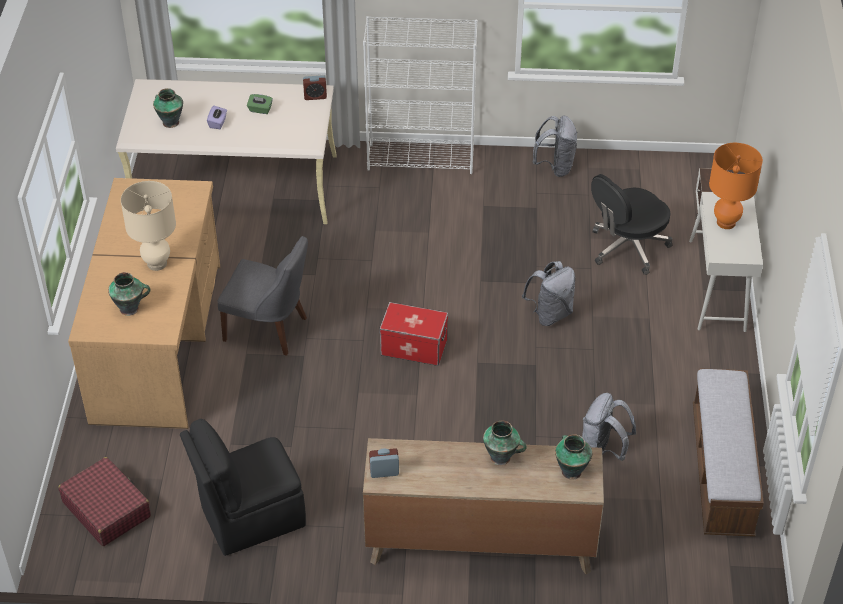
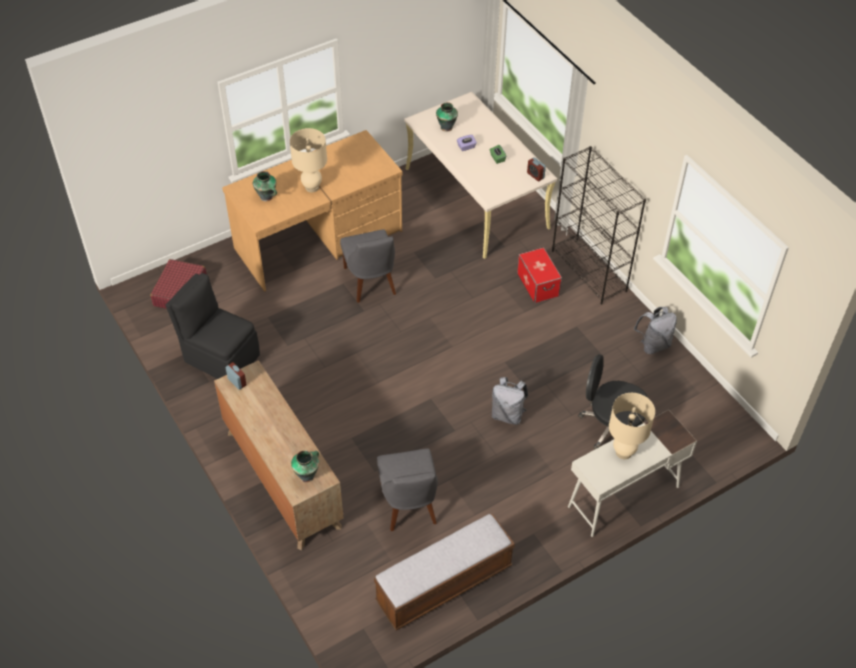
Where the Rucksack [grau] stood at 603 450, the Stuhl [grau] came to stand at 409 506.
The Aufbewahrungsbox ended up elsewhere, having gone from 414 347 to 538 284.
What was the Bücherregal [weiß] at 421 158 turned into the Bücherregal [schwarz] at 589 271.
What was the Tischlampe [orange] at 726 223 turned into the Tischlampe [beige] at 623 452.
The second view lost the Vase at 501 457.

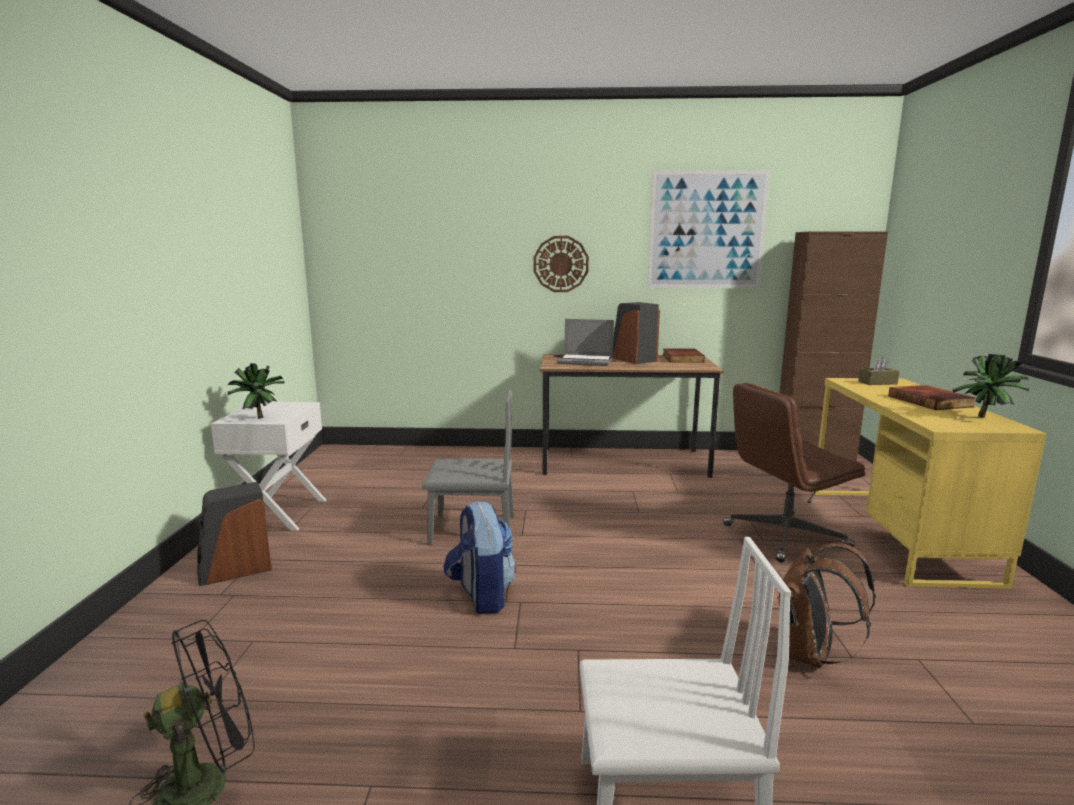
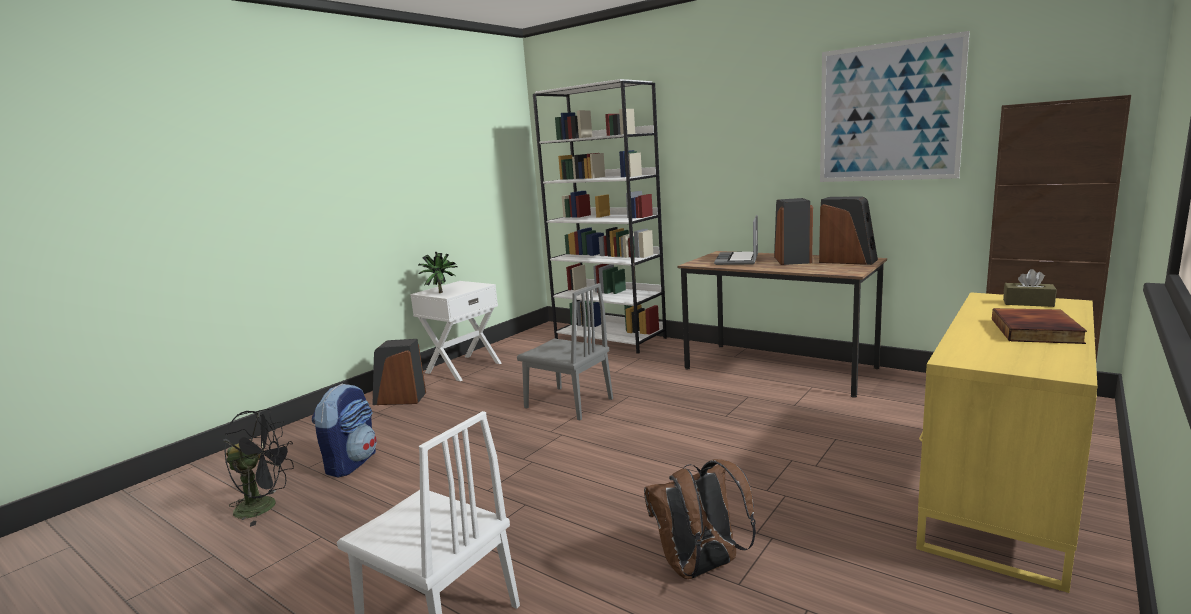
The Rucksack ended up elsewhere, having gone from 481 596 to 351 463.
The second view gained the Bücherregal [weiß] at 610 339.
The Laptop at 586 361 ended up facing another way, 60 degrees clockwise from before.
Where the Buch stood at 681 358, the Lautsprecher came to stand at 847 261.
The second view lost the Wanduhr at 561 264.
The second view lost the Bürostuhl [braun] at 784 537.
The second view lost the Topfpflanze at 987 417.

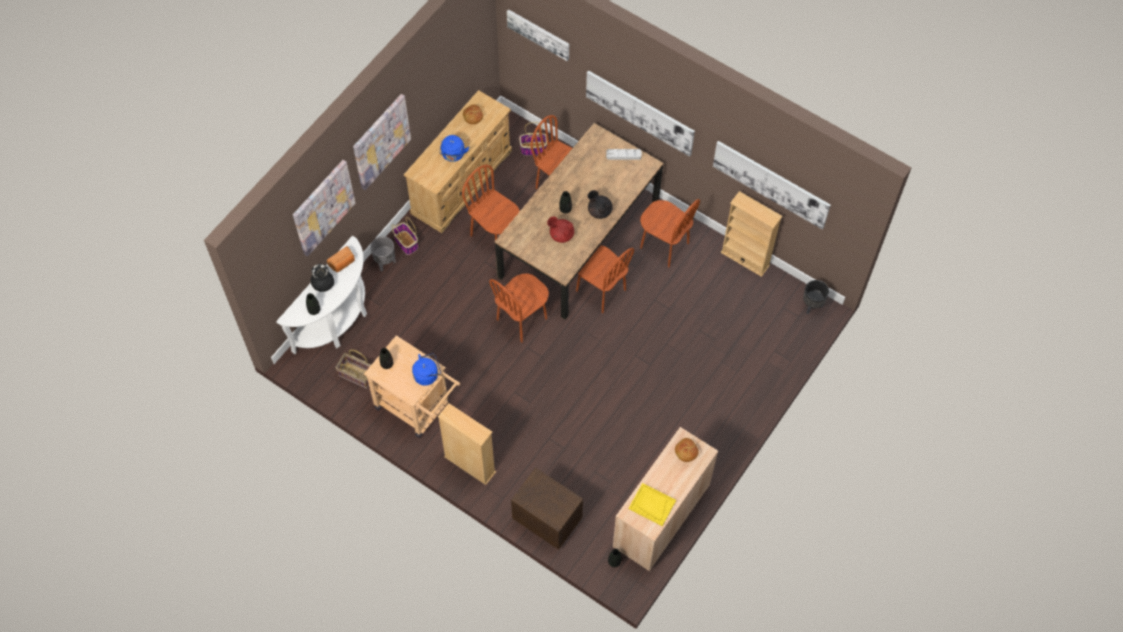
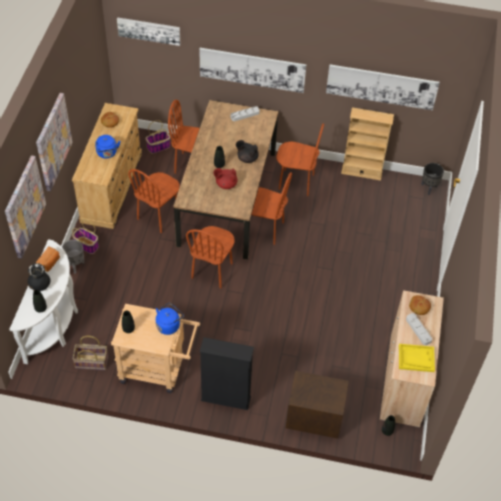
The Stuhl [braun] at 495 235 ended up facing another way, 75 degrees counterclockwise from before.
What was the Bücherregal [beige] at 470 464 turned into the Bücherregal [schwarz] at 226 399.
The second view gained the Tablett [grau] at 418 330.

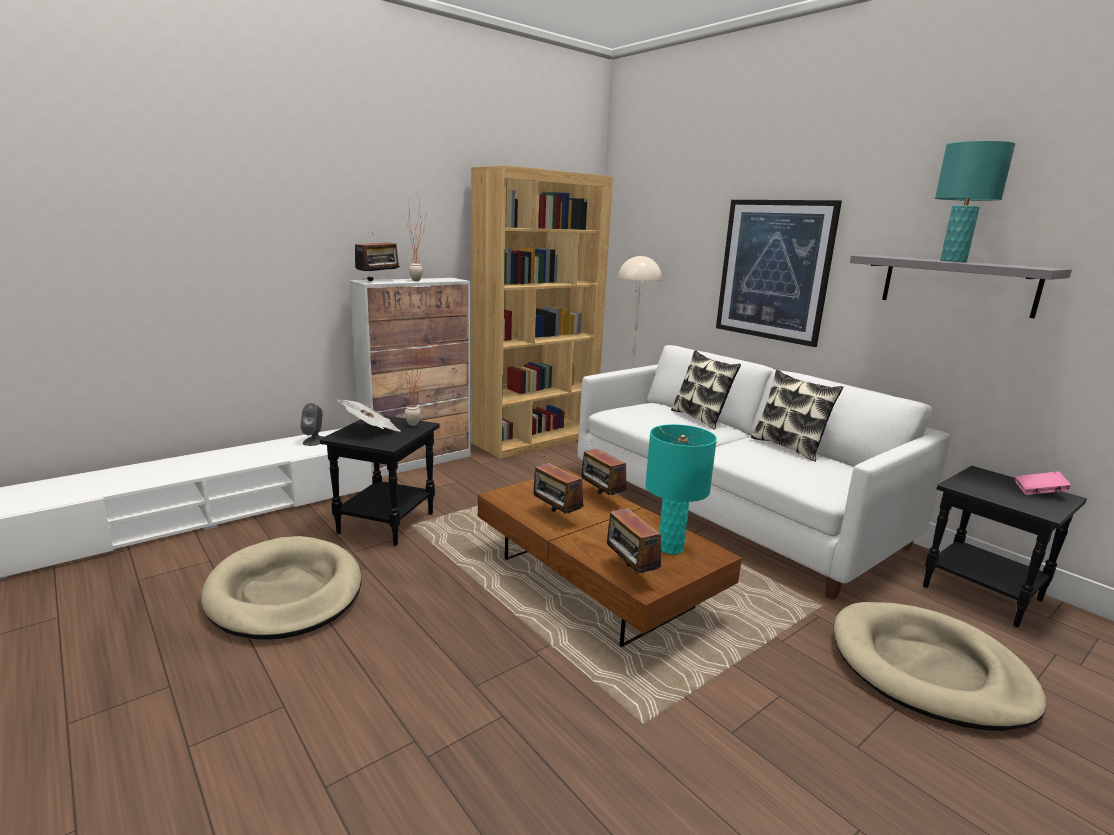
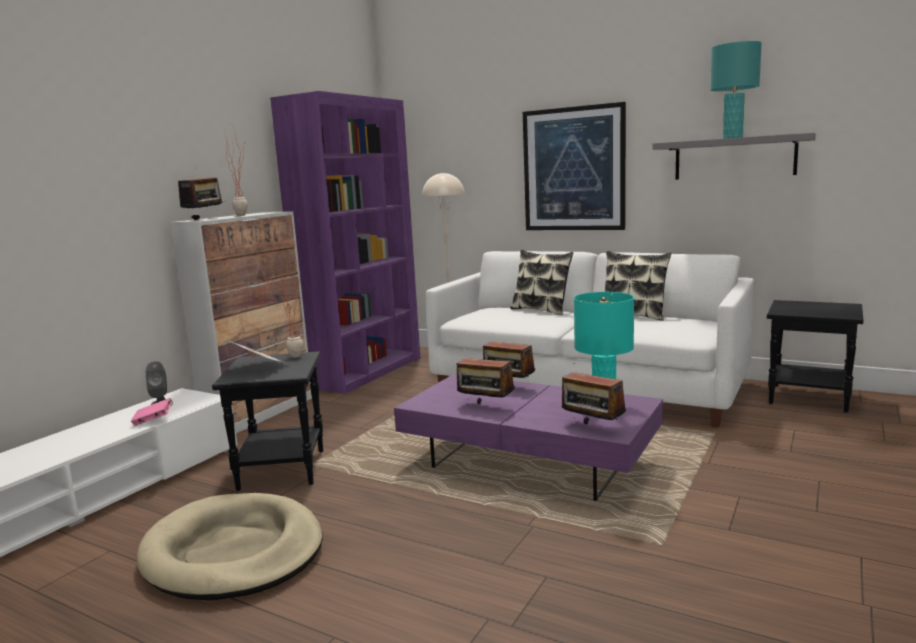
The Buch [rosa] ended up elsewhere, having gone from 1039 492 to 153 421.
What was the Bücherregal [braun] at 535 439 turned into the Bücherregal [lila] at 364 372.
What was the Couchtisch [braun] at 595 583 turned into the Couchtisch [lila] at 529 464.
The second view lost the Hundebett [beige] at 928 670.

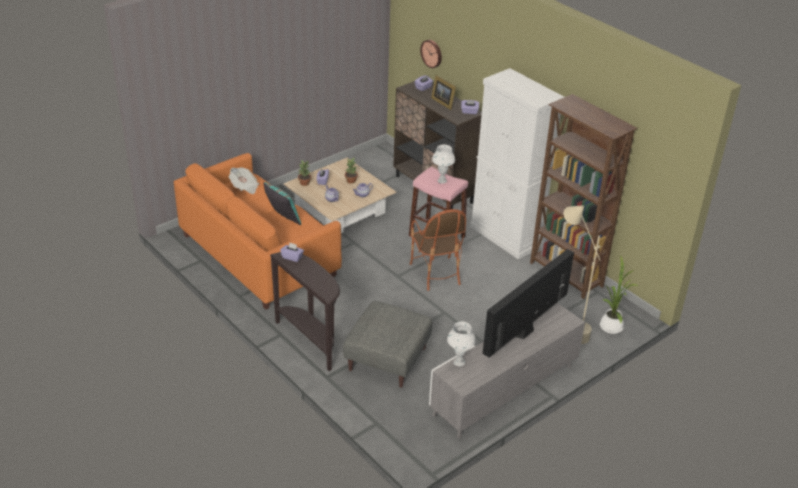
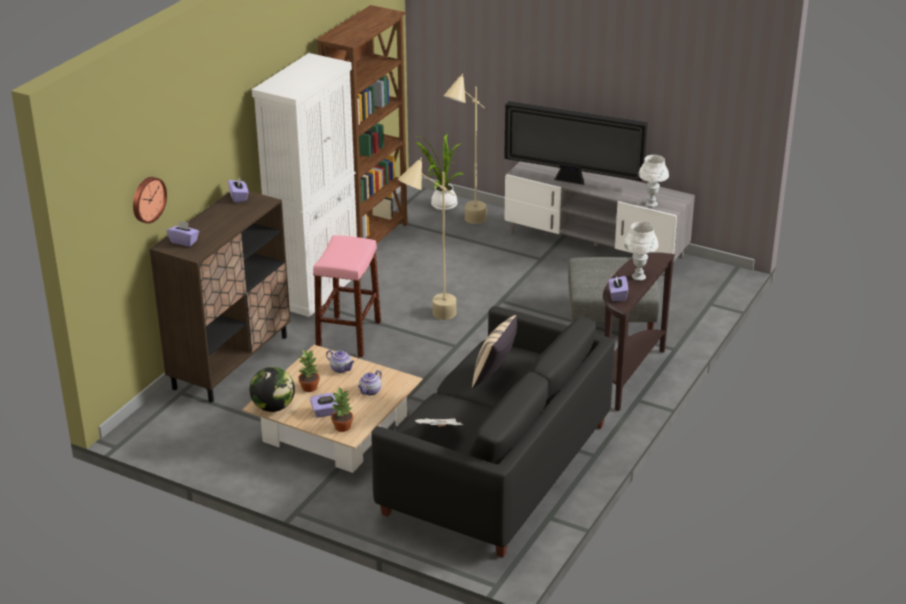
The second view gained the Globus at 273 407.
What was the Sofa [orange] at 258 255 turned into the Sofa [schwarz] at 496 469.
Where the Sessel stood at 435 273, the Stehlampe [beige] came to stand at 430 321.
What was the Kissen [türkis] at 282 219 turned into the Kissen [beige] at 495 375.
The Tischlampe [weiß] ended up elsewhere, having gone from 442 181 to 638 277.
The second view lost the Bilderrahmen at 443 102.

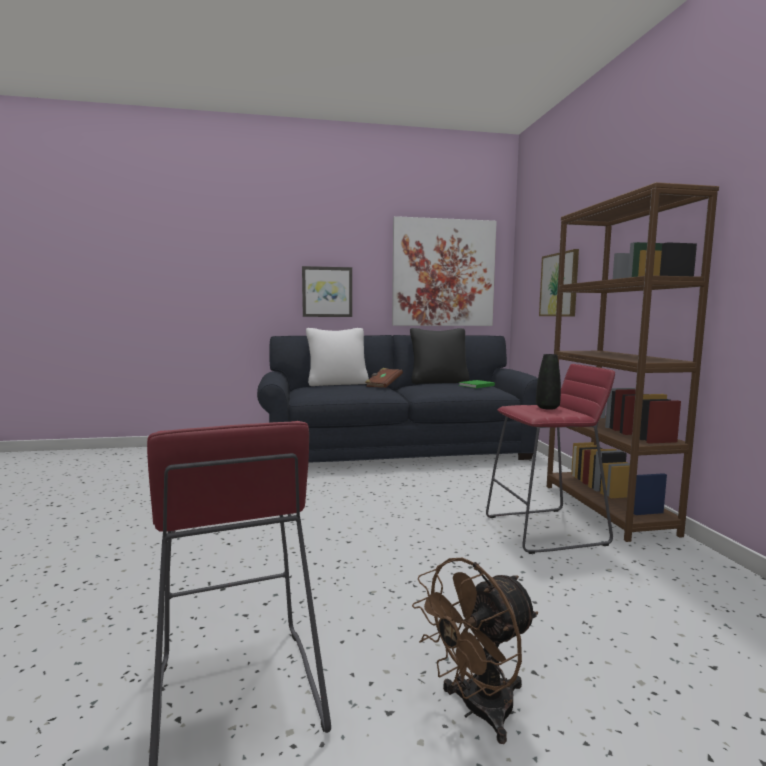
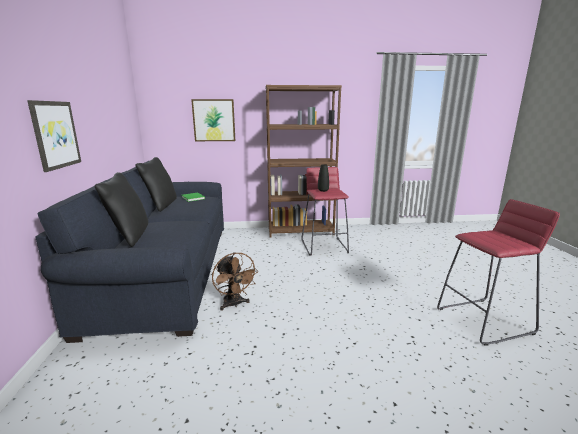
What was the Kissen [weiß] at 337 384 turned into the Kissen [schwarz] at 129 236.
The Ventilator [braun] ended up elsewhere, having gone from 477 710 to 234 304.
The second view lost the Buch [braun] at 383 385.
The second view lost the Bild at 443 273.

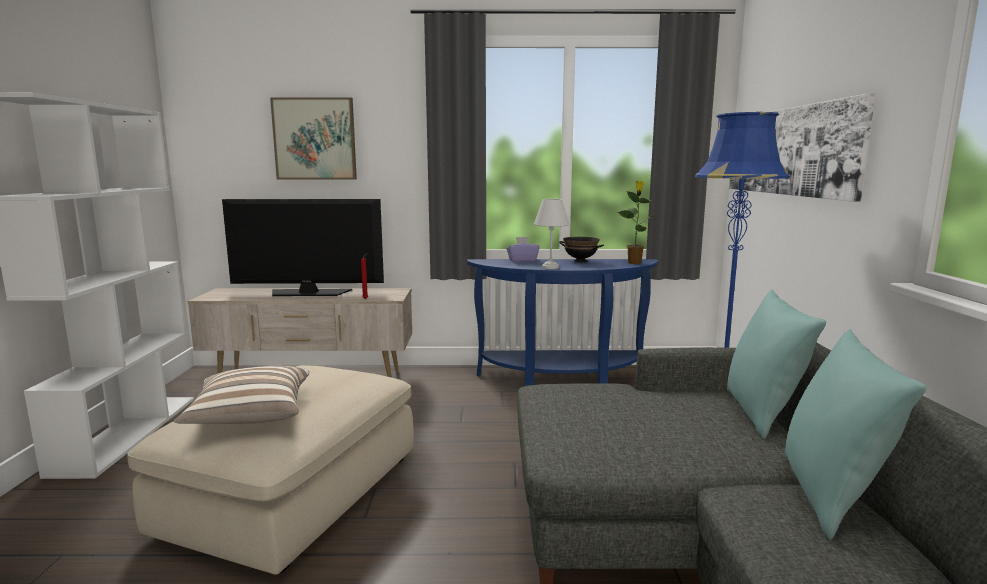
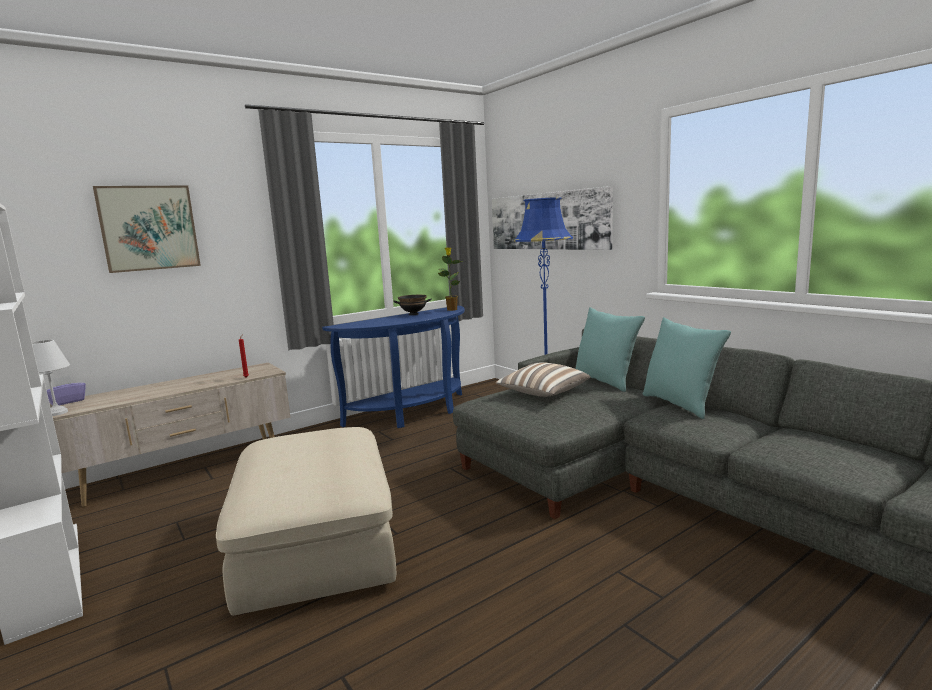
The Tischlampe [weiß] ended up elsewhere, having gone from 551 267 to 57 413.
The Taschentuchbox [lila] ended up elsewhere, having gone from 522 260 to 67 402.
The Kissen ended up elsewhere, having gone from 250 415 to 543 393.
The second view lost the Fernseher at 308 293.

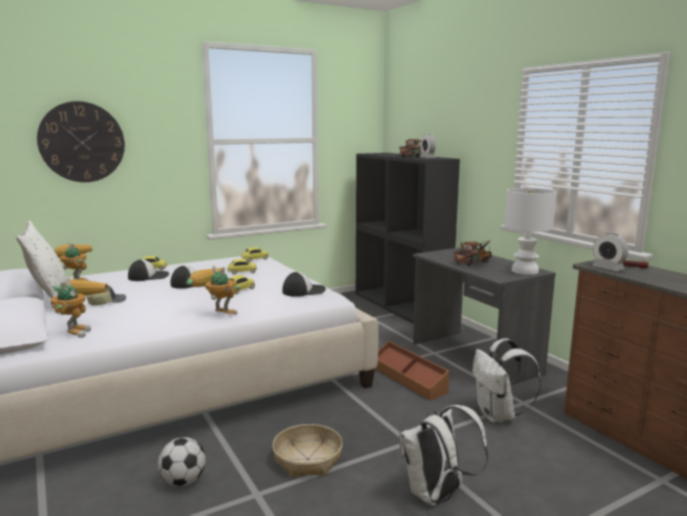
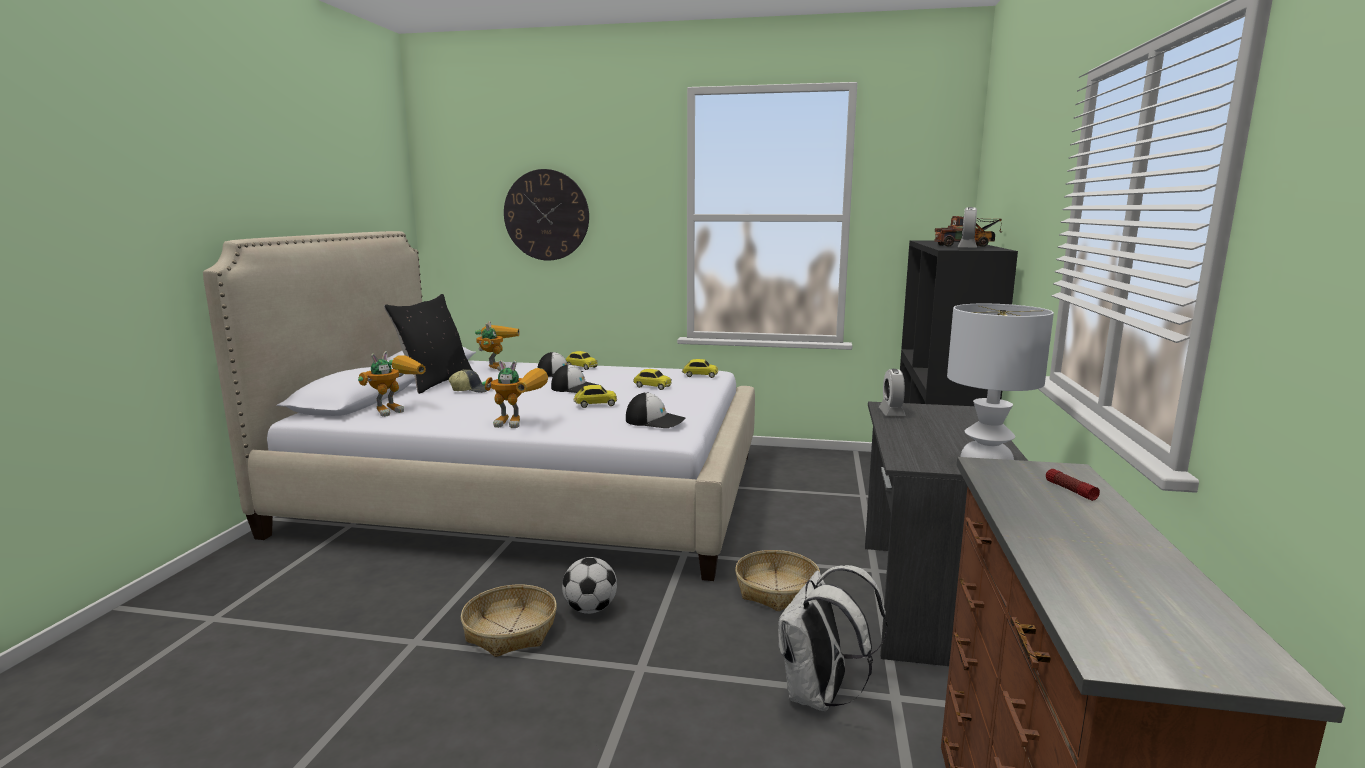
What was the Kissen [weiß] at 50 304 turned into the Kissen [schwarz] at 435 382.
The Spielzeugroboter at 216 314 ended up facing another way, 120 degrees clockwise from before.
The Fußball ended up elsewhere, having gone from 183 481 to 590 609.
Where the Aufbewahrungsbox [braun] stood at 408 379, the Korb came to stand at 777 590.
The Wecker ended up elsewhere, having gone from 608 268 to 891 412.
The second view lost the Rucksack [weiß] at 437 495.
The second view lost the Spielzeuglaster at 474 262.

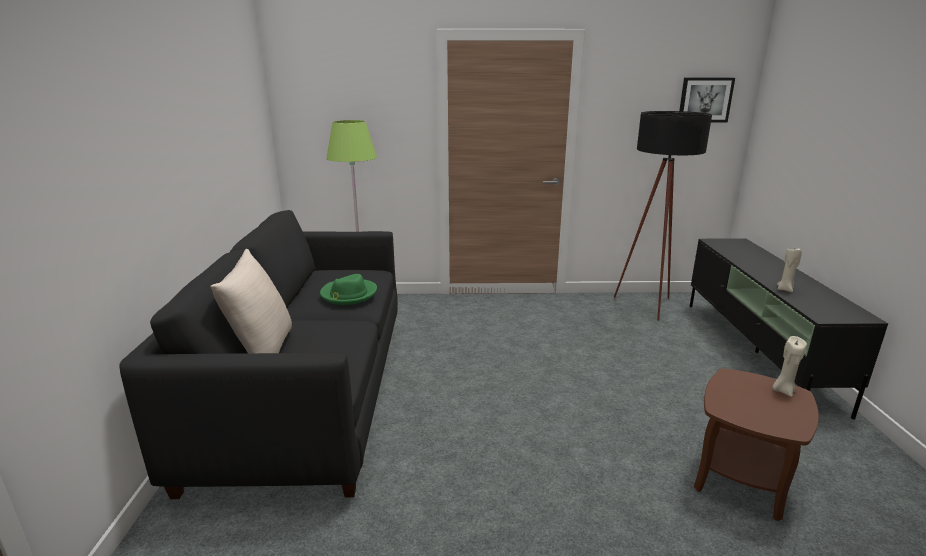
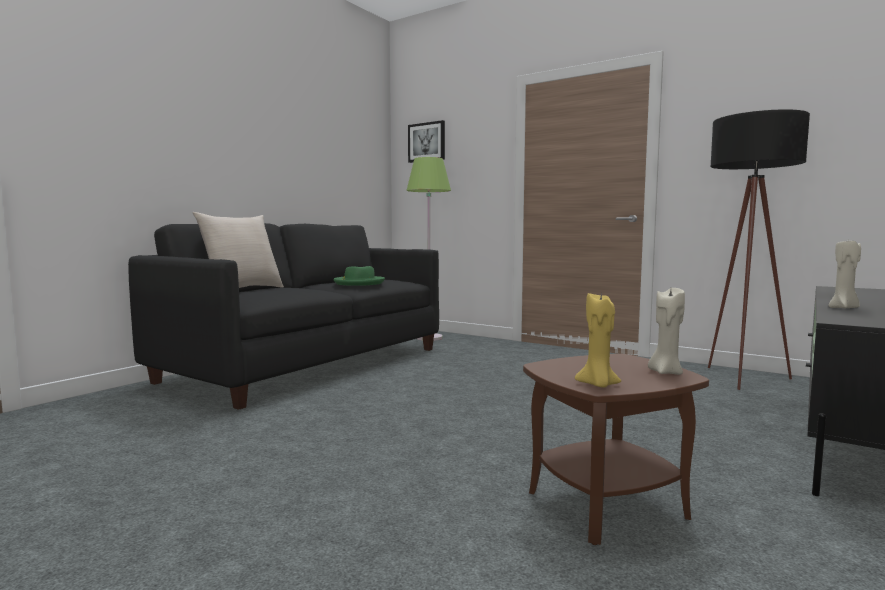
The Bild ended up elsewhere, having gone from 705 100 to 427 142.
The second view gained the Kerze [gelb] at 598 385.

